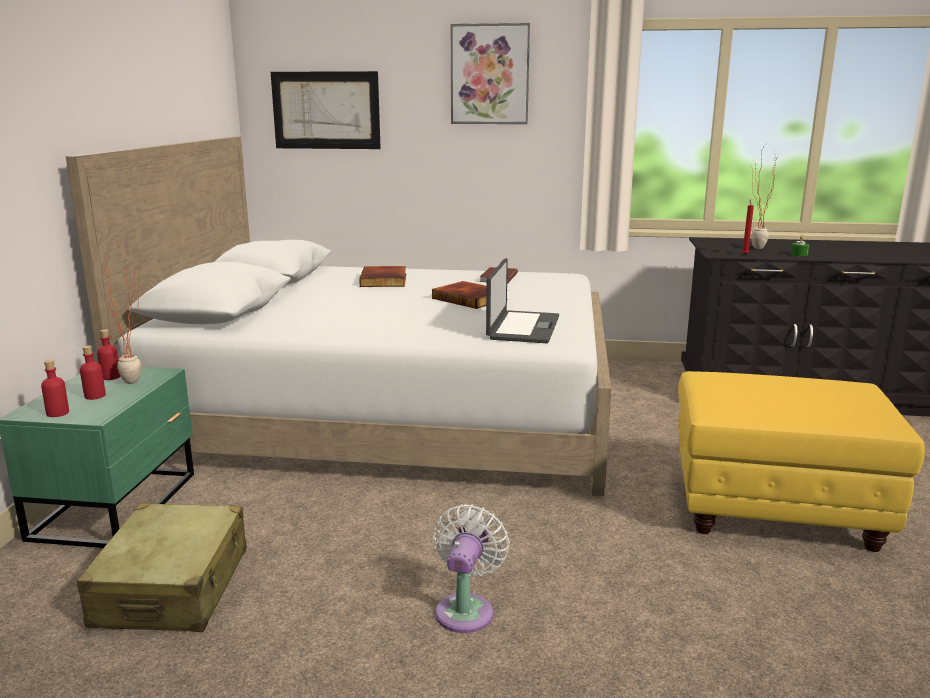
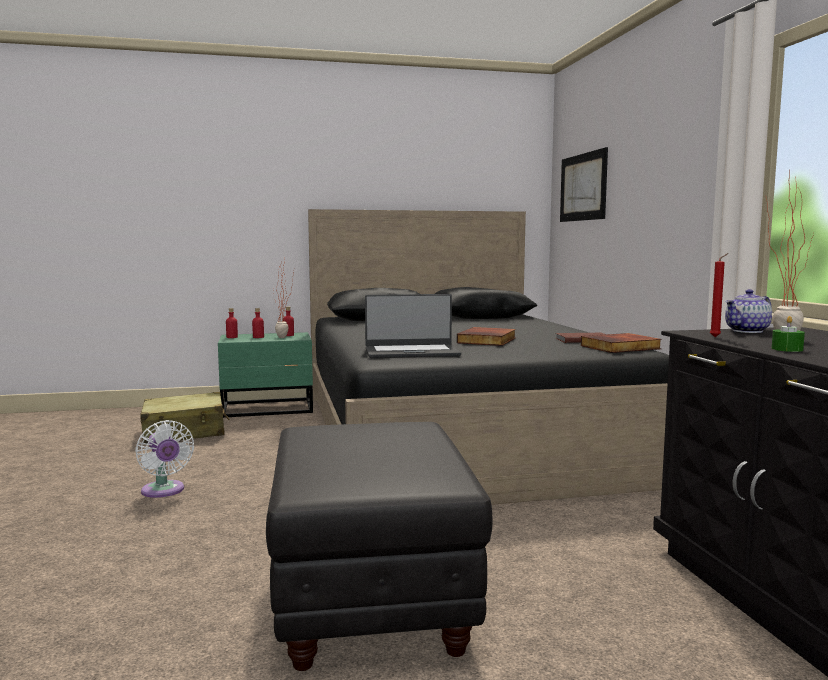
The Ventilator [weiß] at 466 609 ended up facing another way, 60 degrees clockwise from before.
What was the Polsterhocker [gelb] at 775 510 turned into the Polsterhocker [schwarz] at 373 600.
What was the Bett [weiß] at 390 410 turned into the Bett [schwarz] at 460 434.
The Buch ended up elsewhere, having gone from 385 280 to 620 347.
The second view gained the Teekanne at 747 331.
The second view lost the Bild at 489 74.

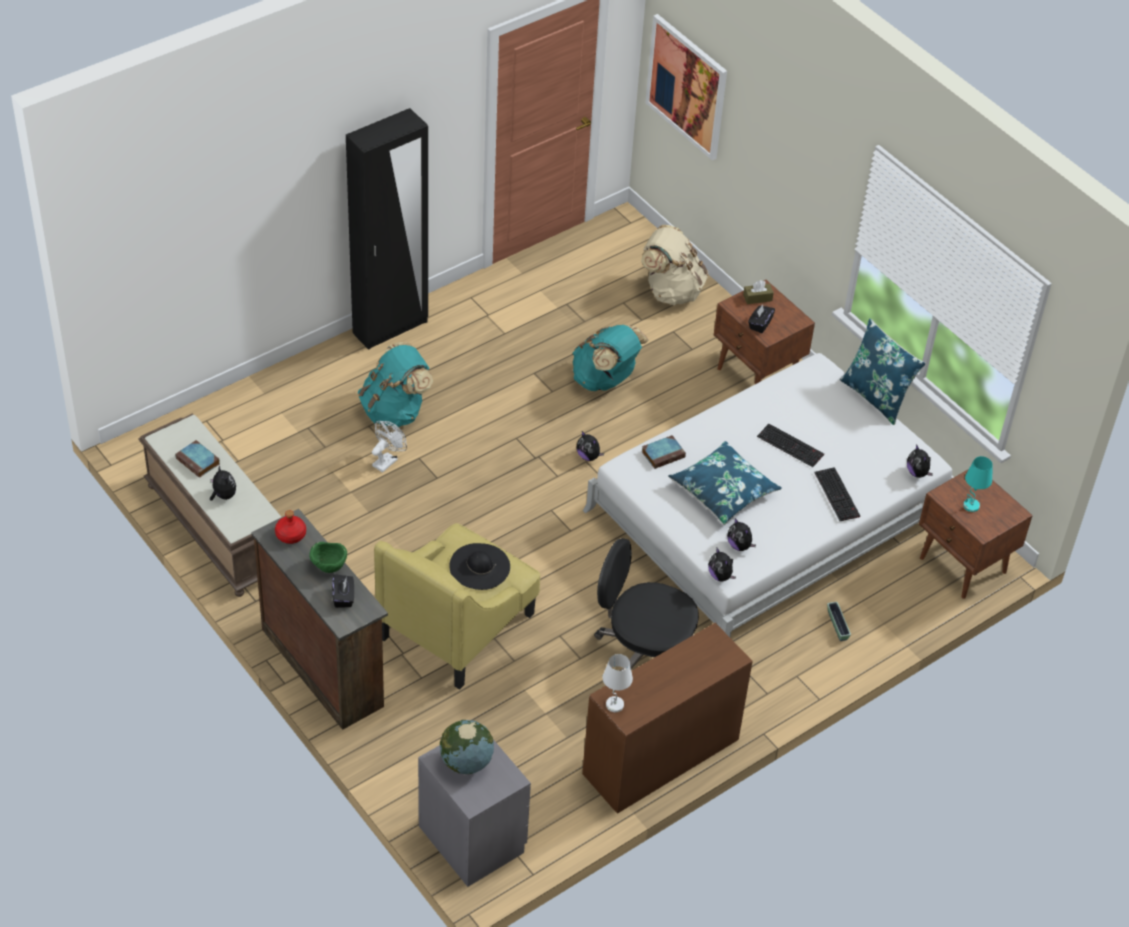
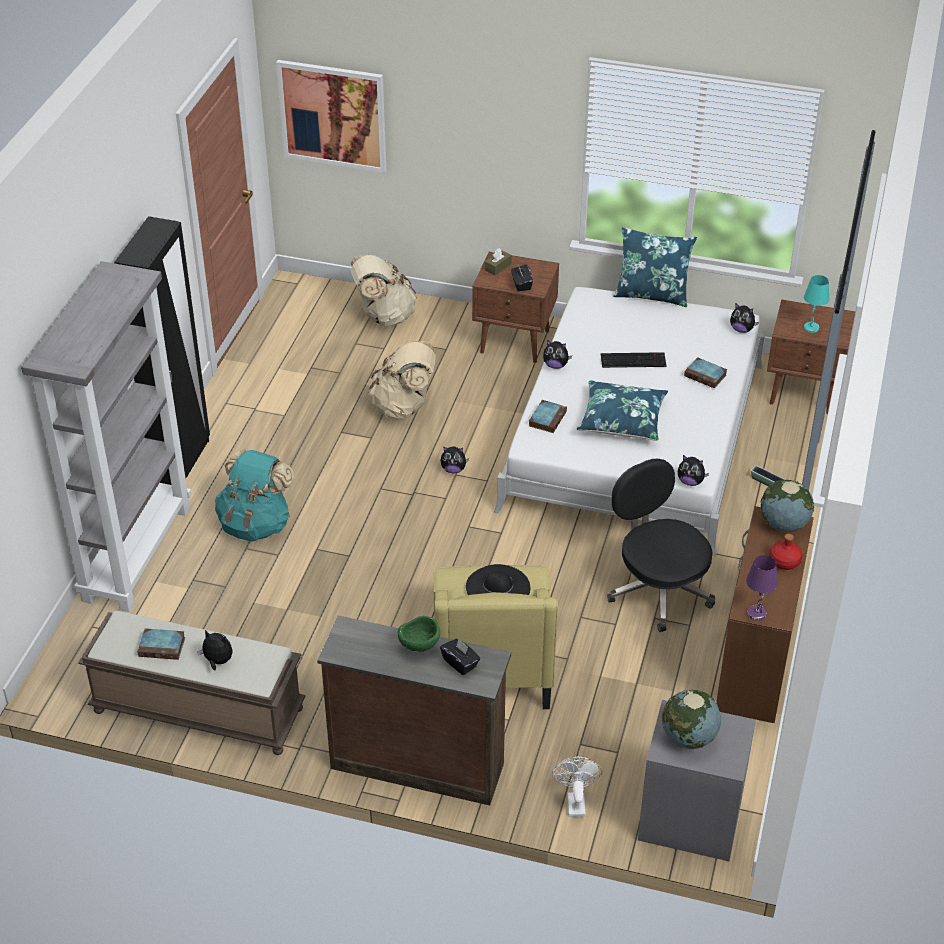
The second view gained the Bücherregal [grau] at 136 552.
What was the Rucksack [türkis] at 605 380 turned into the Rucksack [beige] at 404 406.
The Plüschtier ended up elsewhere, having gone from 739 545 to 555 365.
The Ventilator [weiß] ended up elsewhere, having gone from 387 460 to 575 801.
The Bürostuhl [schwarz] at 644 653 ended up facing another way, 75 degrees clockwise from before.
Where the Tastatur stood at 838 495, the Buch came to stand at 706 375.
What was the Tischlampe [weiß] at 614 705 turned into the Tischlampe [lila] at 757 613.
The second view gained the Globus at 783 524.
The Flasche [rot] ended up elsewhere, having gone from 290 535 to 784 561.

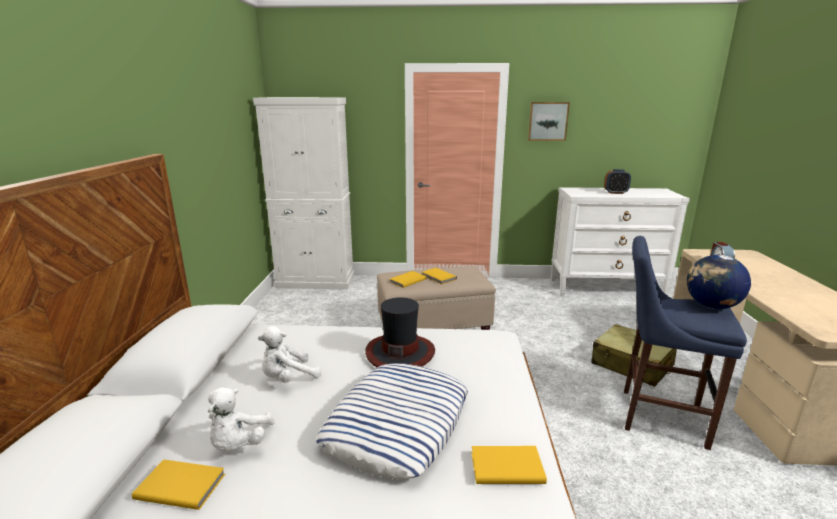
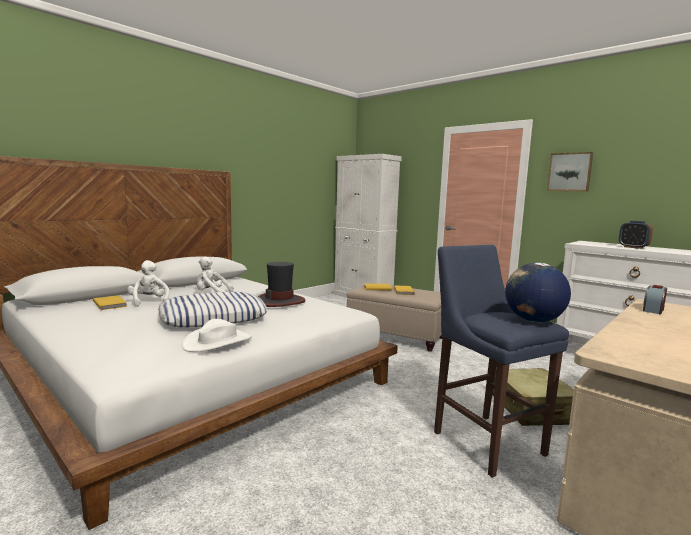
The Plüschtier [weiß] at 239 444 ended up facing another way, 105 degrees clockwise from before.
Where the Buch [gelb] stood at 505 466, the Hut [weiß] came to stand at 217 342.

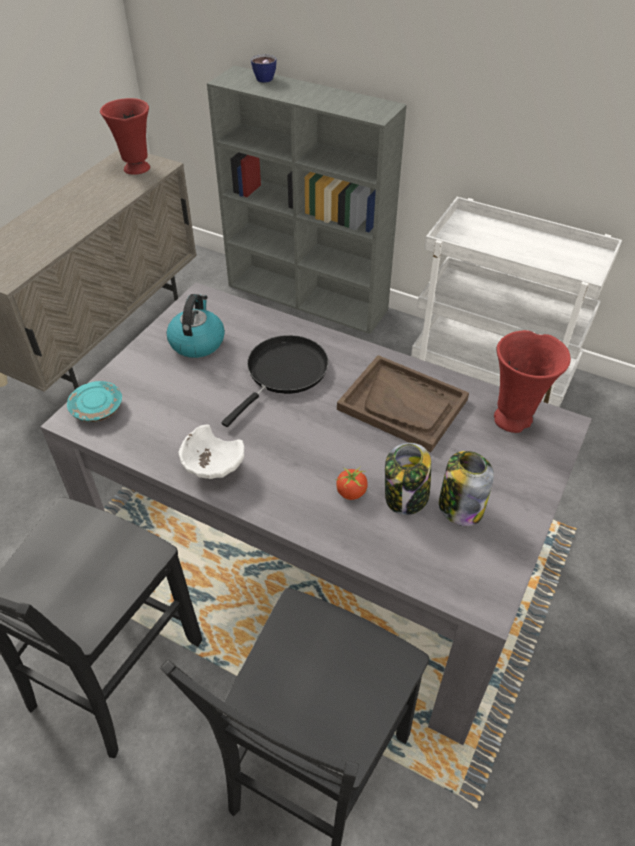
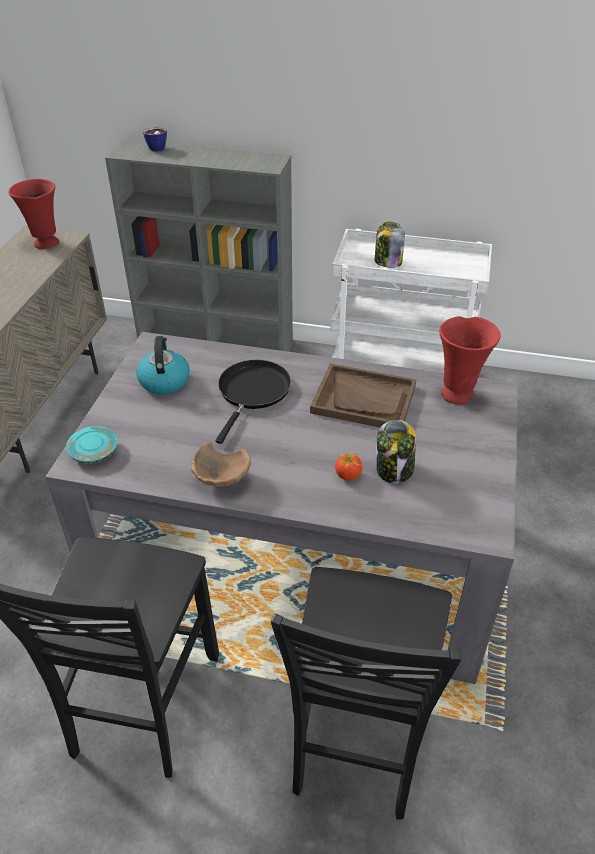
What was the Schüssel [weiß] at 213 469 turned into the Schüssel [braun] at 221 480.
The Vorratsglas ended up elsewhere, having gone from 460 506 to 387 262.

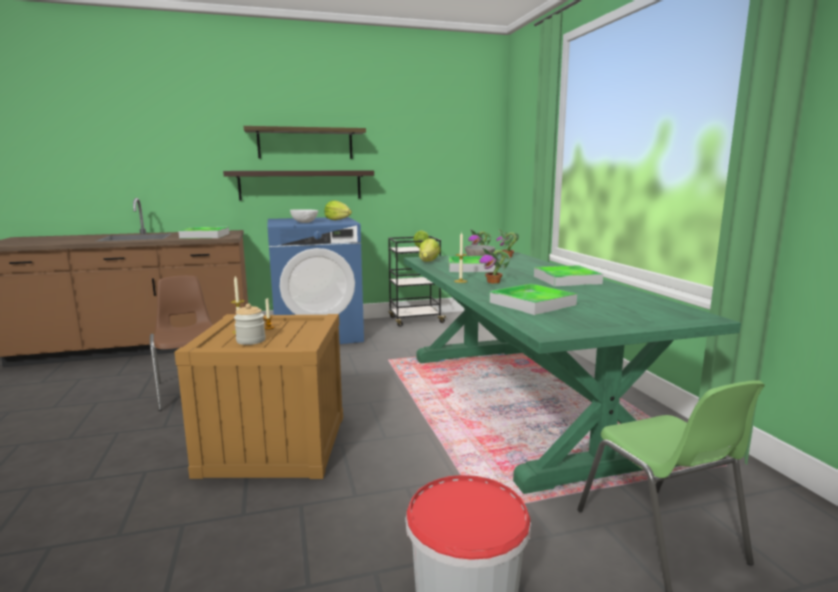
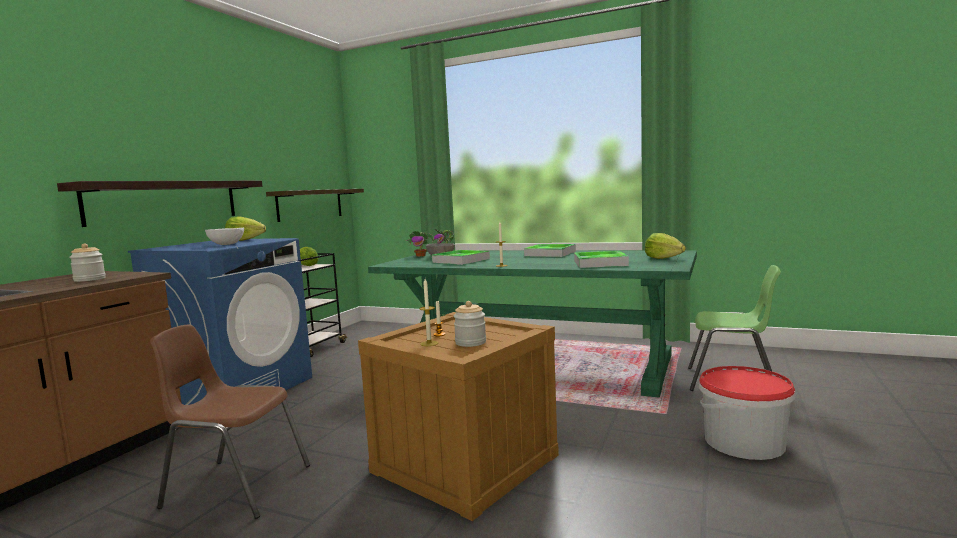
Where the Tablett stood at 205 236, the Vorratsglas came to stand at 89 279.
The Wandregal ended up elsewhere, having gone from 305 143 to 310 204.
The Salatkopf ended up elsewhere, having gone from 428 261 to 663 258.
The second view lost the Topfpflanze at 494 282.

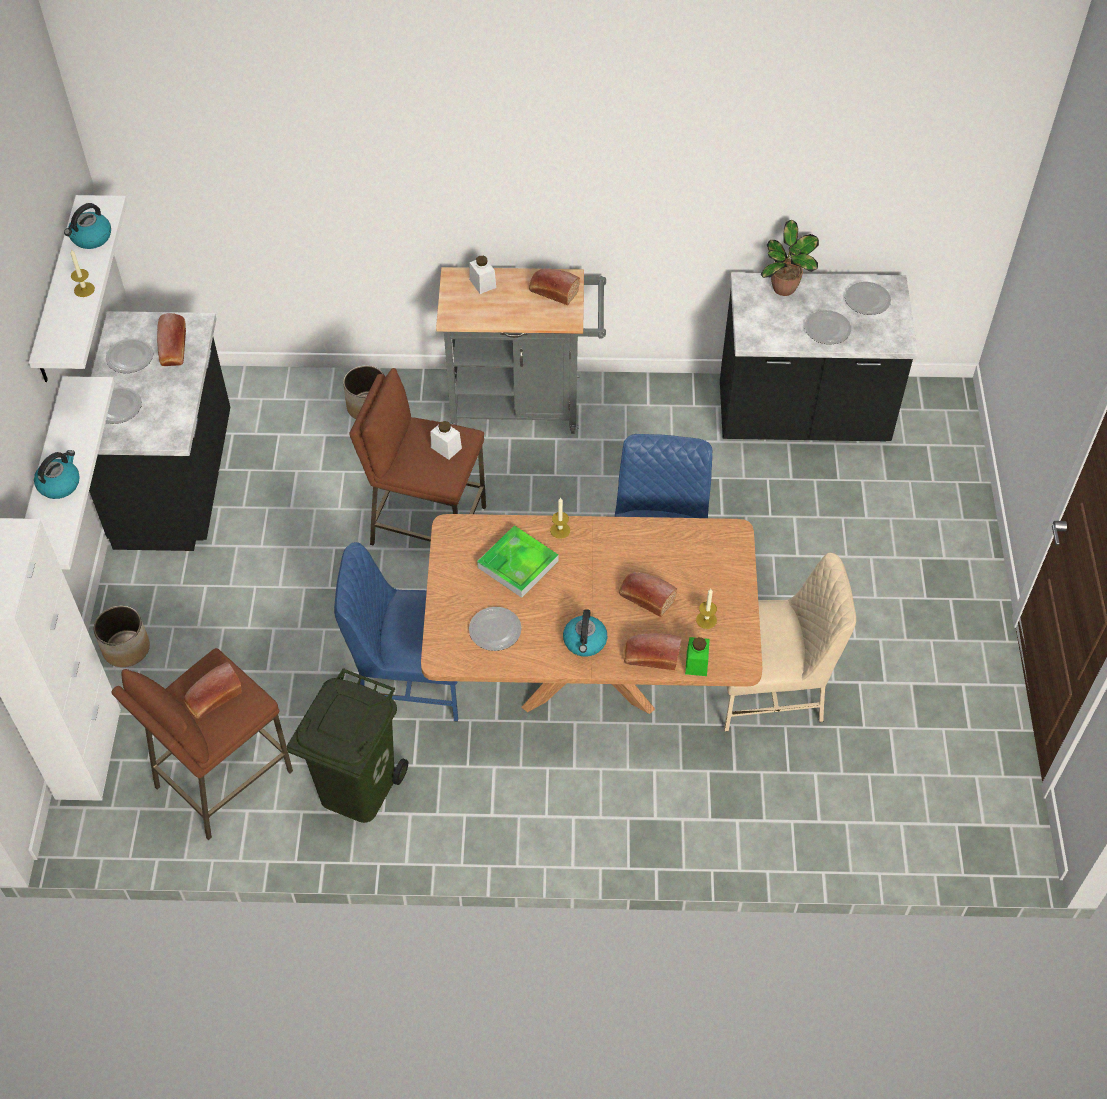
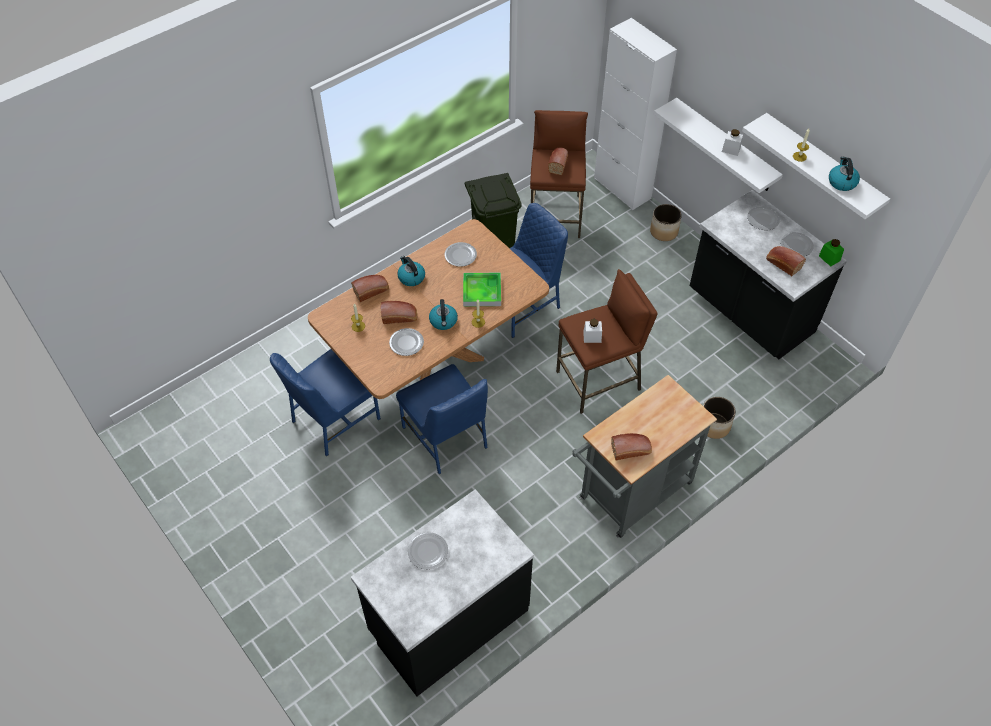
What was the Stuhl [beige] at 770 689 turned into the Stuhl [blau] at 333 420.
The Teller ended up elsewhere, having gone from 867 300 to 406 342.
The Wasserkessel ended up elsewhere, having gone from 59 484 to 443 321.
The Vorratsglas [weiß] ended up elsewhere, having gone from 482 283 to 731 149.
The Vorratsglas [grün] ended up elsewhere, having gone from 696 663 to 829 258.
The second view lost the Topfpflanze at 784 289.

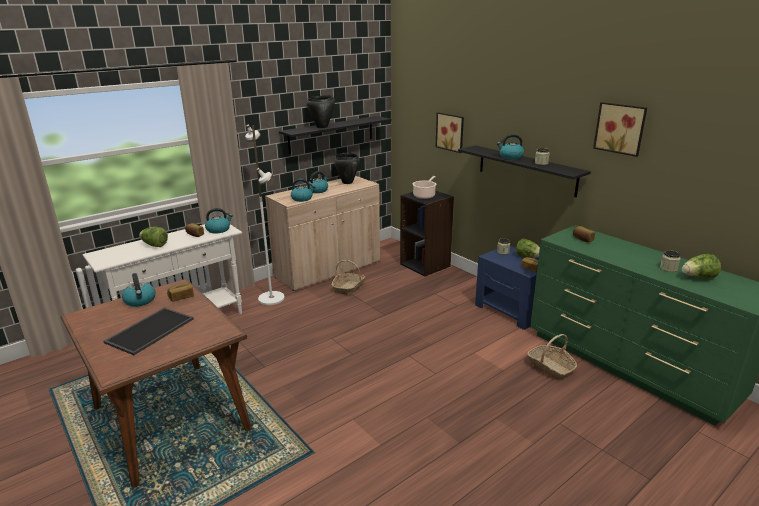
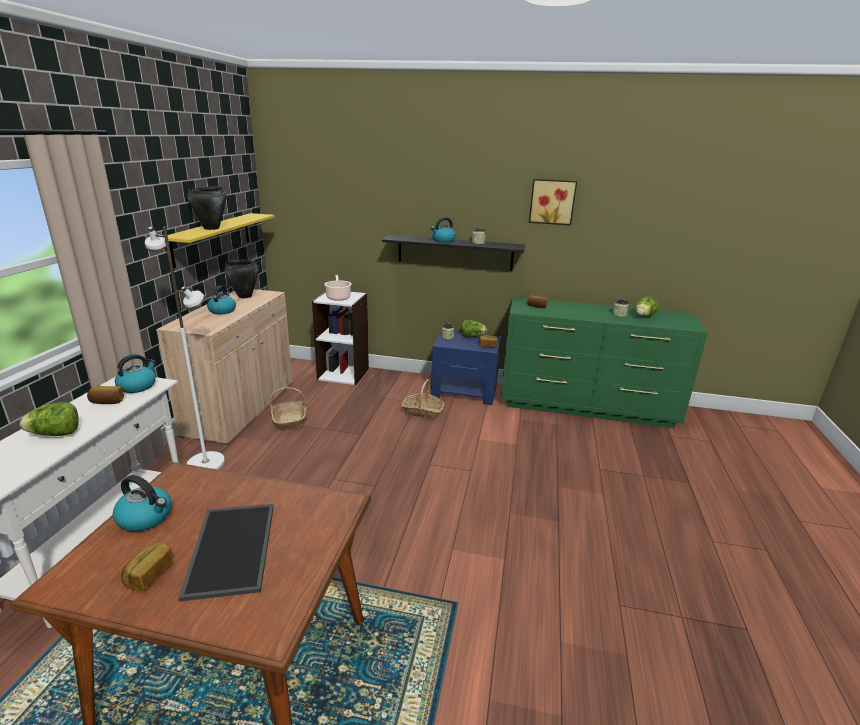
The Brot ended up elsewhere, having gone from 181 297 to 149 574.
What was the Wandregal [schwarz] at 331 134 turned into the Wandregal [gelb] at 212 238.
What was the Bücherregal [schwarz] at 425 265 turned into the Bücherregal [weiß] at 343 374.
The Korb ended up elsewhere, having gone from 550 367 to 423 412.
The second view lost the Wasserkessel at 302 198.
The second view lost the Bild at 451 132.

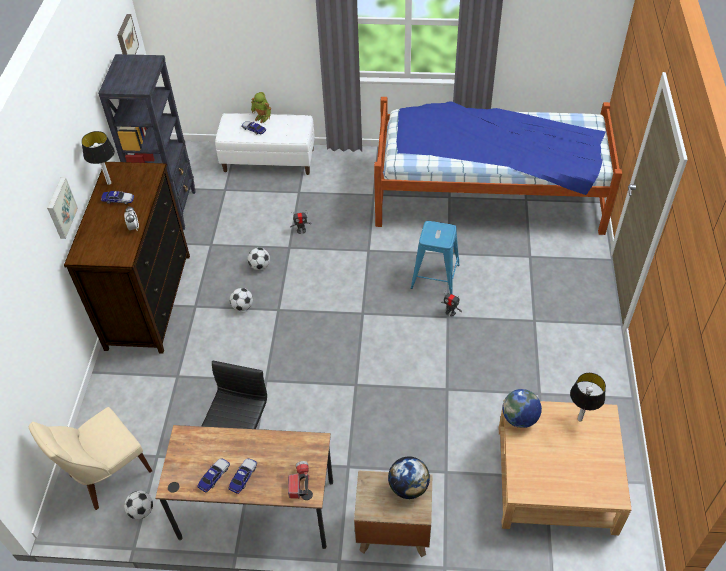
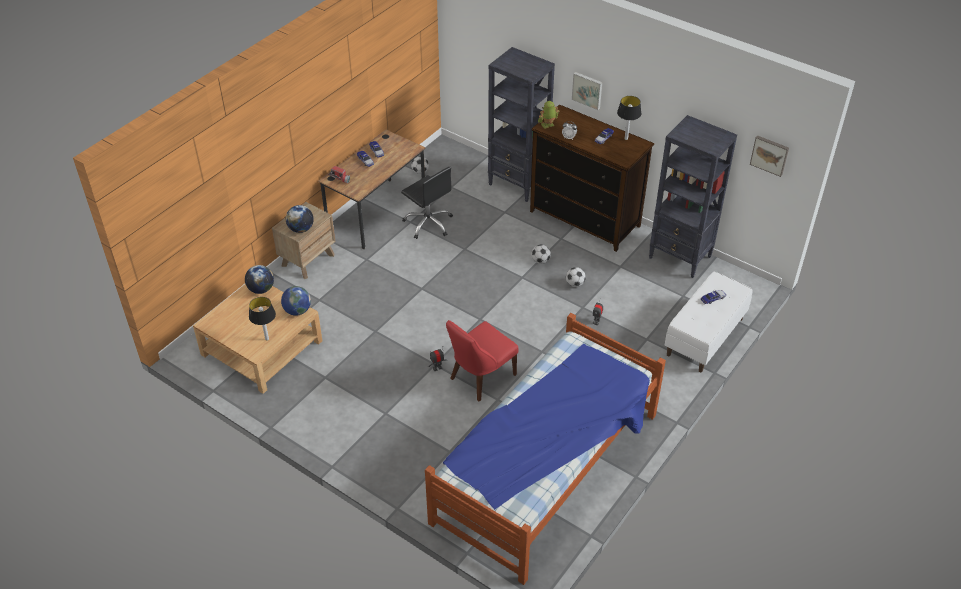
The second view gained the Globus at 261 289.
Where the Hocker [blau] stood at 435 276, the Stuhl [rot] came to stand at 480 378.
The second view gained the Bücherregal [schwarz] at 518 184.
The Spielzeugroboter ended up elsewhere, having gone from 262 117 to 548 125.
The second view lost the Stuhl [beige] at 106 474.

